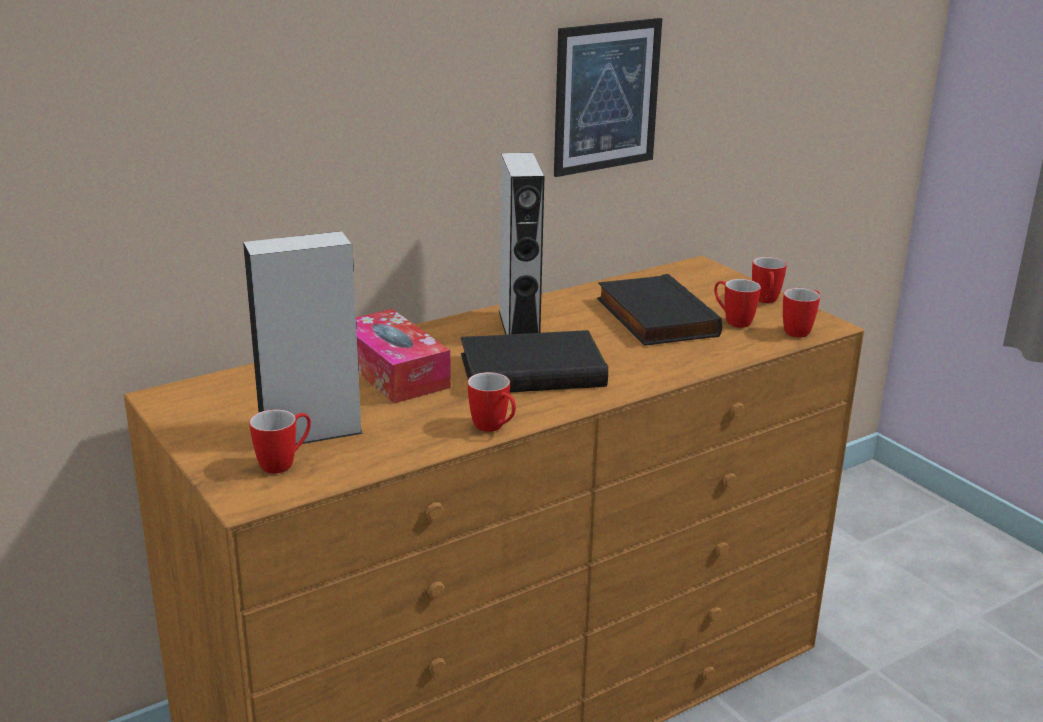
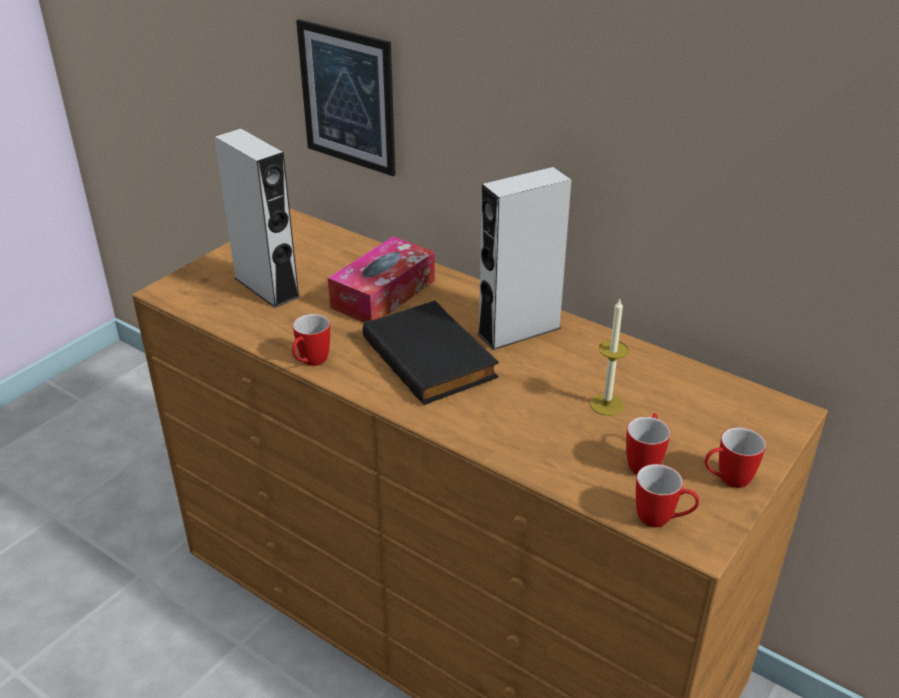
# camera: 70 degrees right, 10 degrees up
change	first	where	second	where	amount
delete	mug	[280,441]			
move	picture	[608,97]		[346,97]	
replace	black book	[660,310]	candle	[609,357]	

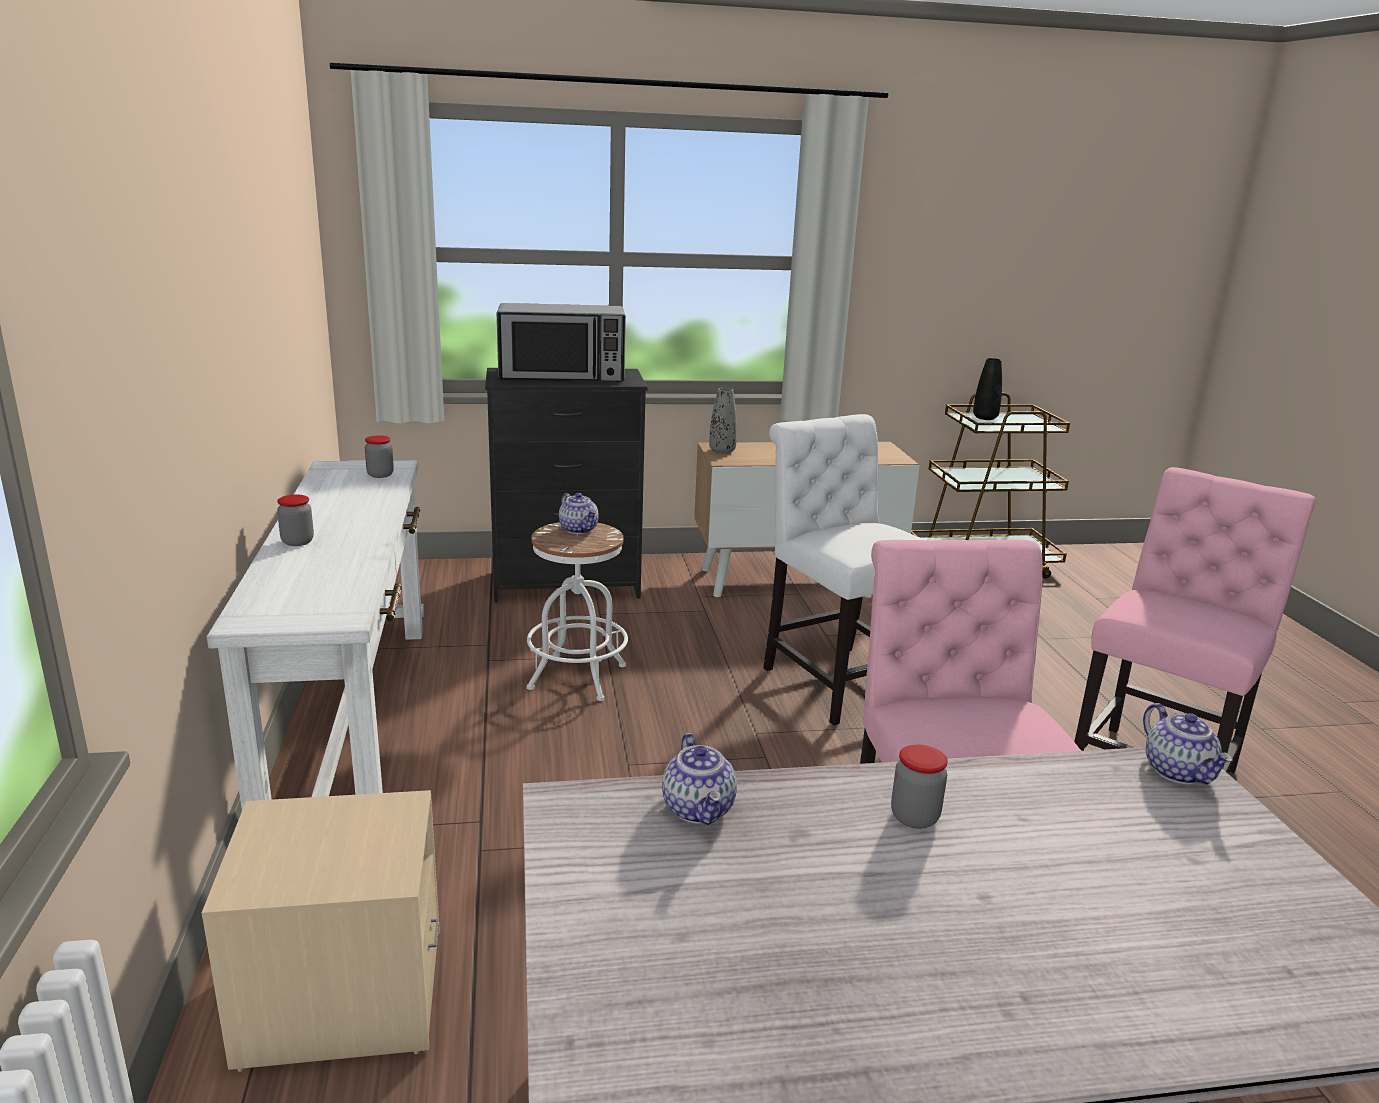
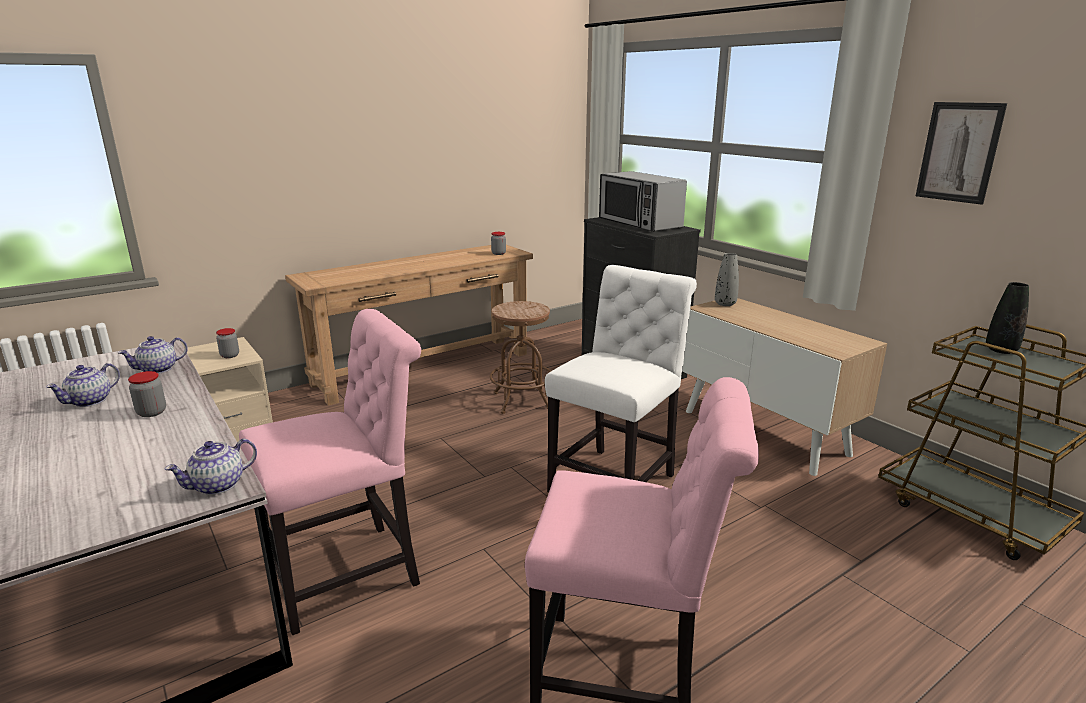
# camera: 65 degrees right, 0 degrees up
change	first	where	second	where	amount
recolor	white console table	[315,635]	brown console table	[409,325]	
move	jar	[295,520]		[227,343]	
recolor	white stool	[577,611]	brown stool	[520,357]	
move	teapot	[579,513]		[83,385]	
insert			picture	[961,153]	

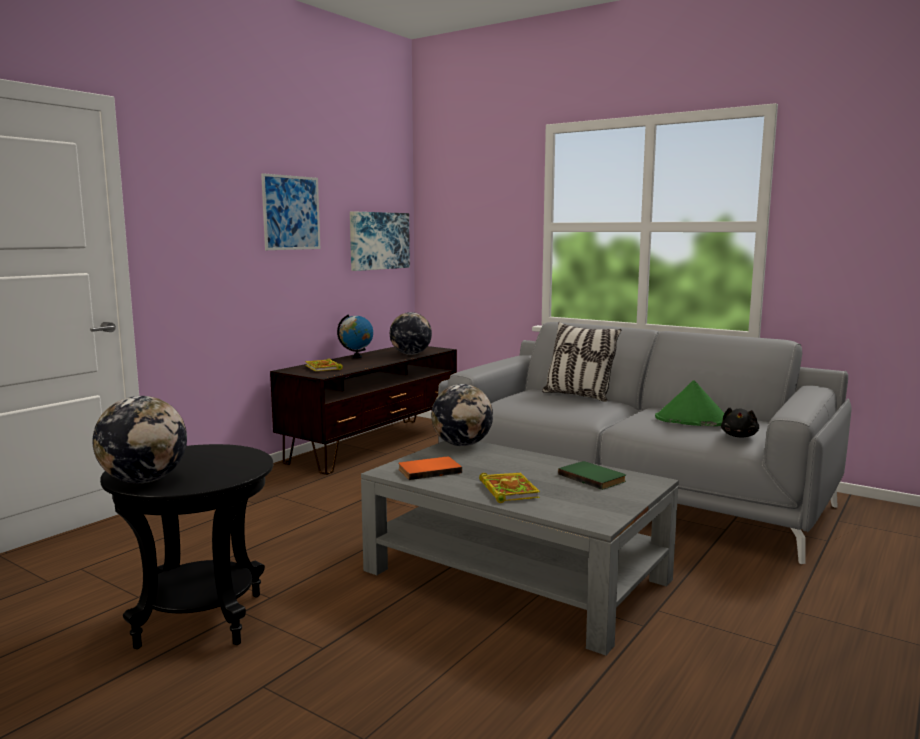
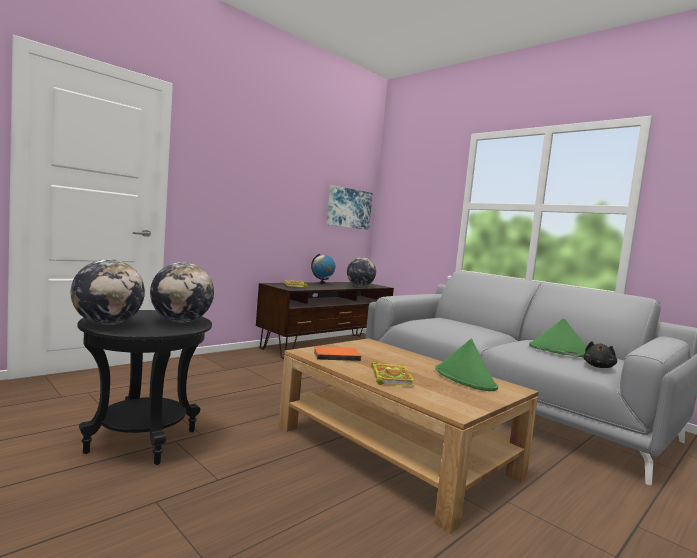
# camera: 10 degrees right, 5 degrees down
change	first	where	second	where	amount
delete	picture	[290,211]			
recolor	grey coffee table	[520,548]	brown coffee table	[409,436]	
move	globe	[462,415]		[182,292]	
delete	pillow	[582,362]			
replace	green book	[592,475]	green hat	[466,365]	

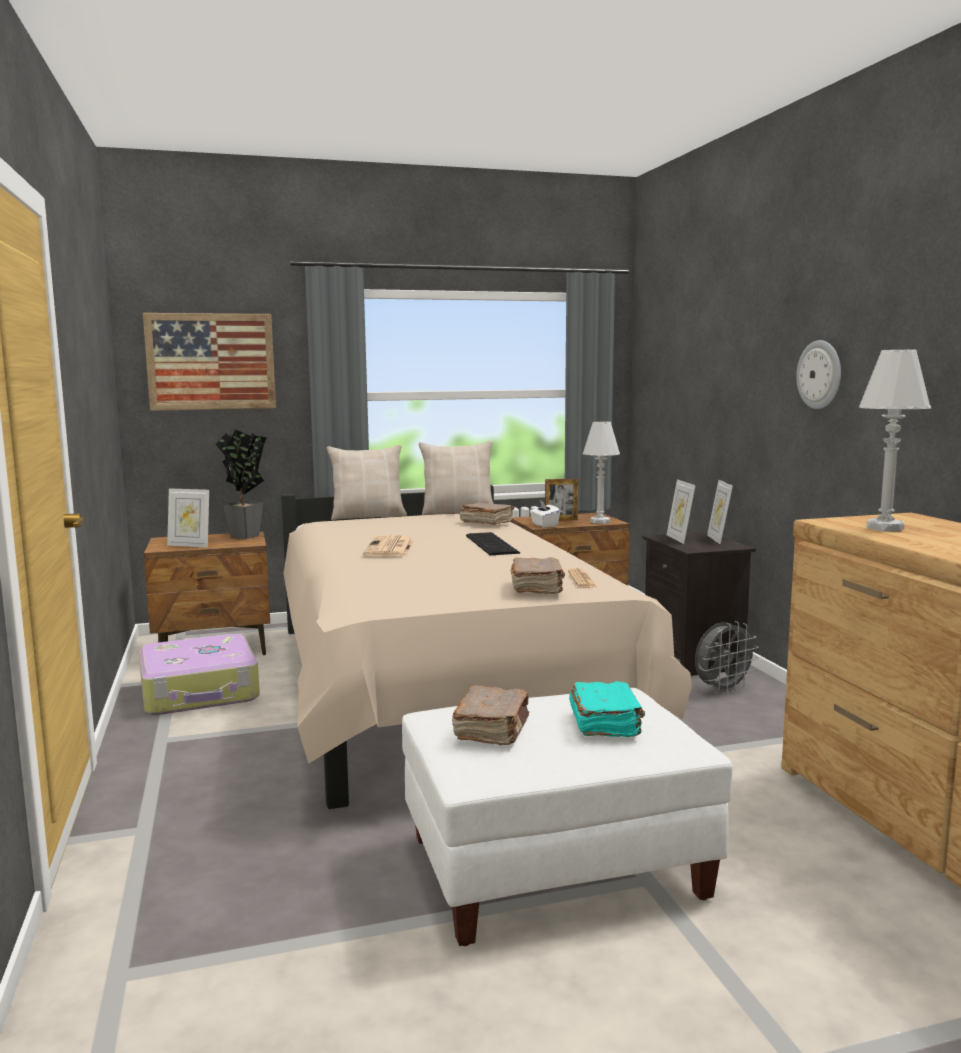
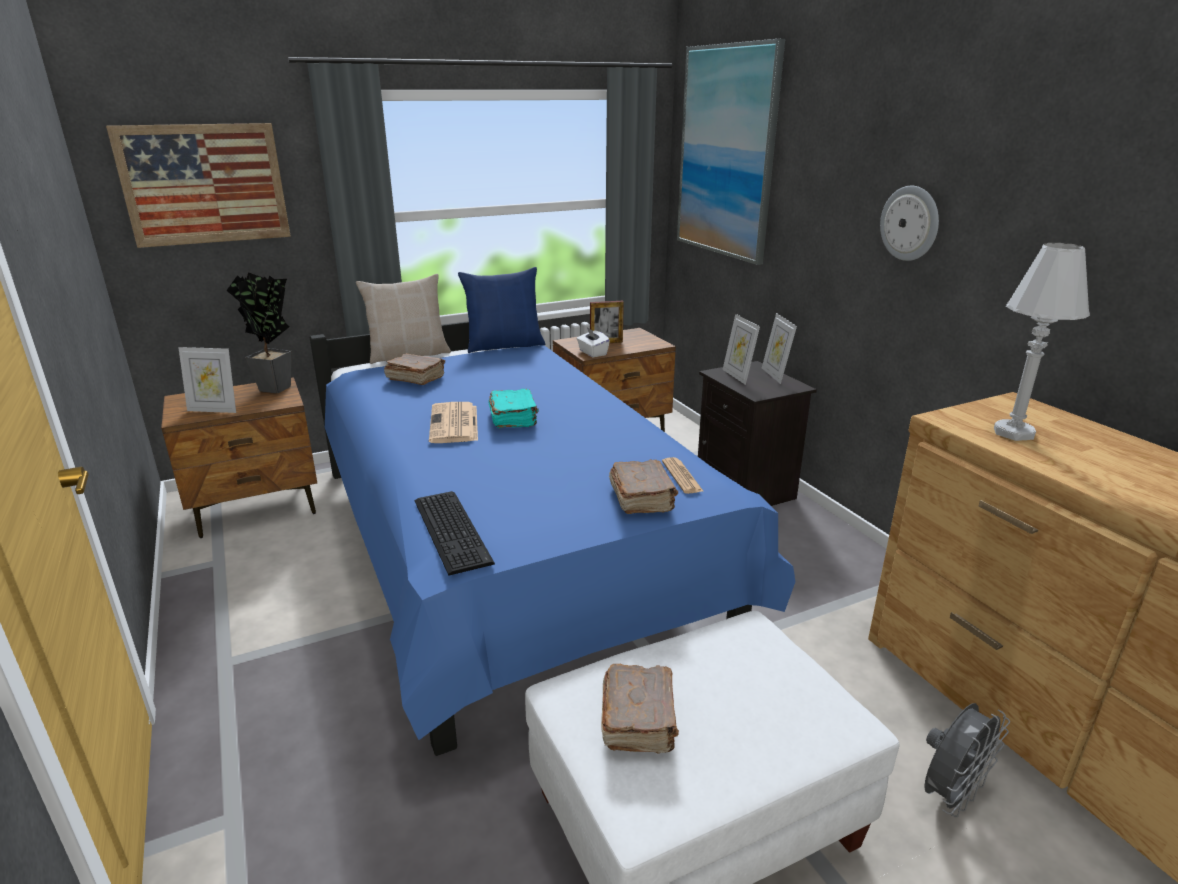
# camera: 10 degrees left, 15 degrees up
change	first	where	second	where	amount
delete	suitcase	[199,674]			
recolor	beige bed	[486,647]	blue bed	[552,538]	
recolor	beige pillow	[456,478]	blue pillow	[501,310]	
move	brown book	[487,513]		[414,369]	
move	keyboard	[493,543]		[455,533]	
move	turquoise book	[607,709]		[513,408]	
delete	white table lamp	[601,472]			
move	grey fan	[727,658]		[967,760]	
insert			picture	[731,152]	

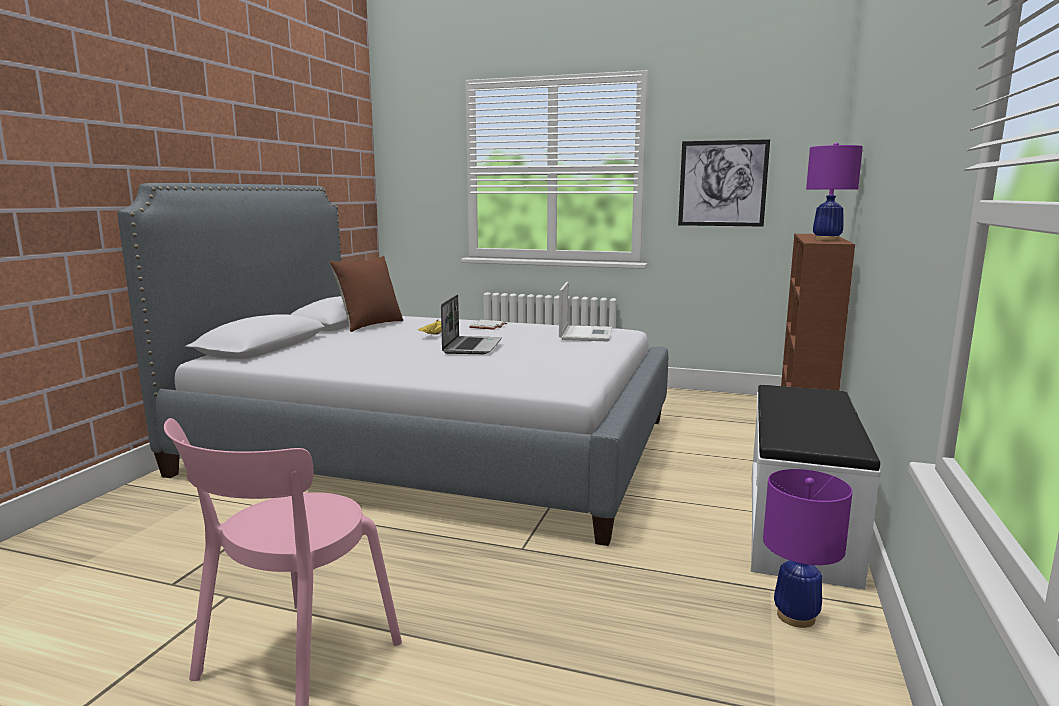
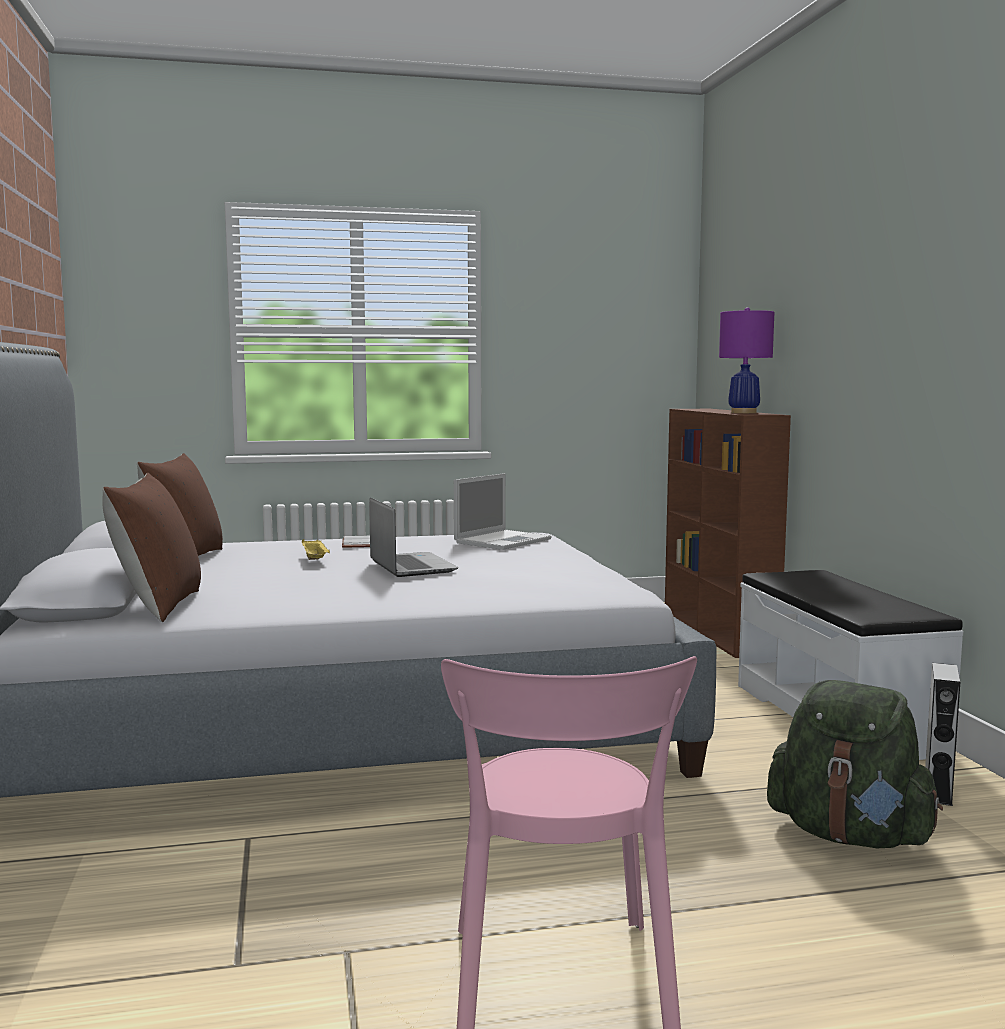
# camera: 30 degrees left, 5 degrees down
change	first	where	second	where	amount
rotate	laptop	[585,311]		[503,511]	60 degrees clockwise
delete	picture	[724,183]			
replace	purple table lamp	[808,548]	grey speaker	[942,734]	
insert			brown pillow	[151,547]	
insert			green backpack	[855,764]	

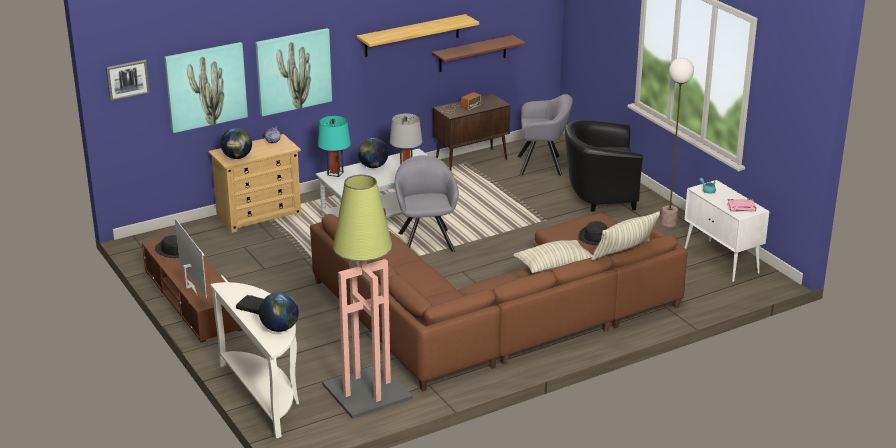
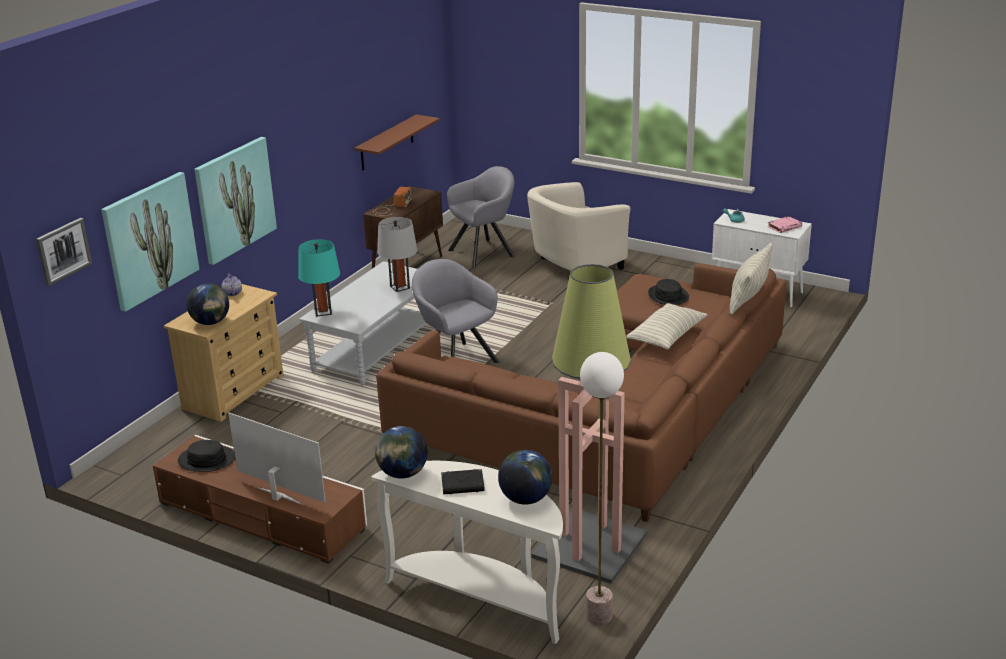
# camera: 30 degrees left, 0 degrees up
change	first	where	second	where	amount
delete	shelf	[418,35]			
move	globe	[373,153]		[401,452]	
recolor	black armchair	[604,166]	beige armchair	[578,226]	
move	floor lamp	[677,142]		[602,488]	

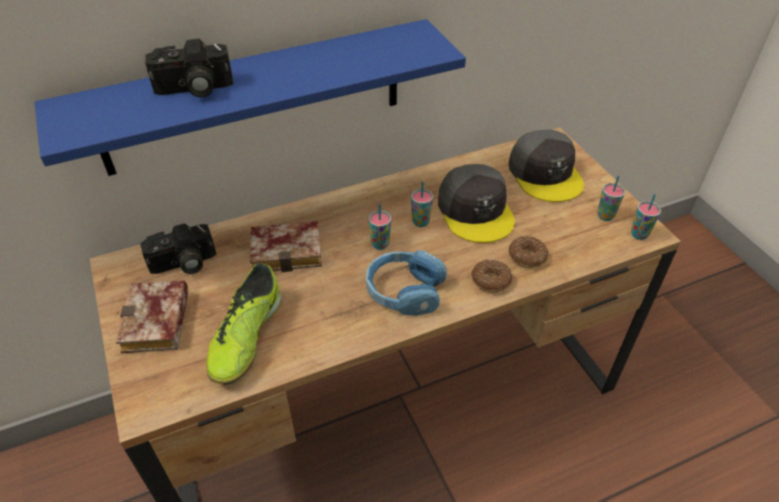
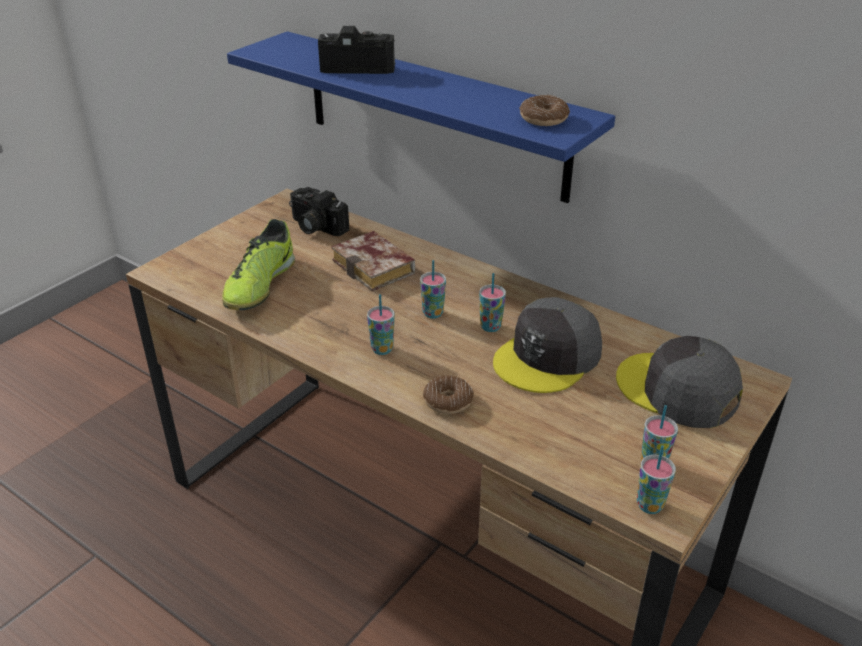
# camera: 60 degrees right, 10 degrees down
change	first	where	second	where	amount
delete	book	[152,316]			
rotate	photo camera	[189,68]		[356,50]	135 degrees clockwise
rotate	shoe	[244,324]		[258,264]	60 degrees counterclockwise
replace	blue headphones	[406,283]	cup	[381,324]	
rotate	grey cap	[546,166]		[679,382]	90 degrees clockwise
move	donut	[528,252]		[544,110]	

